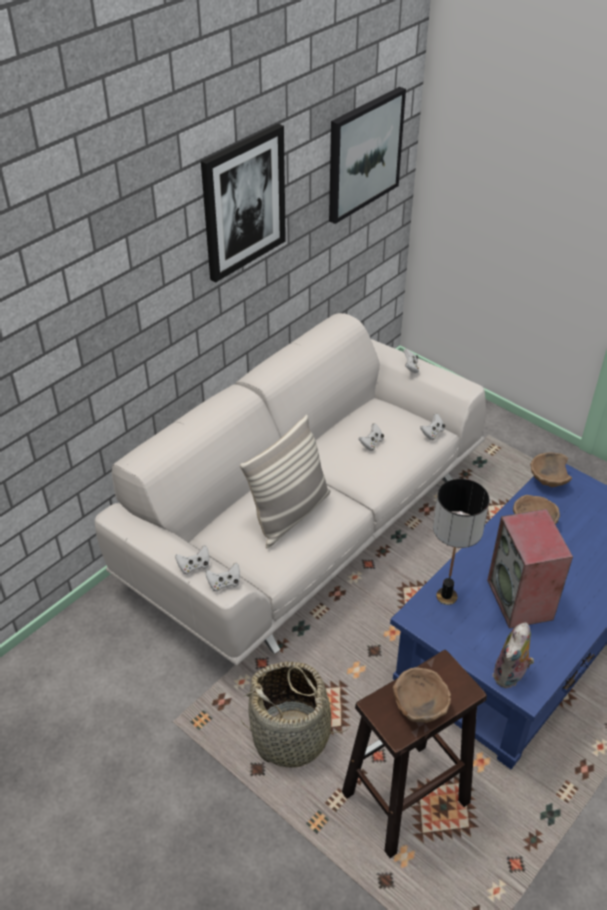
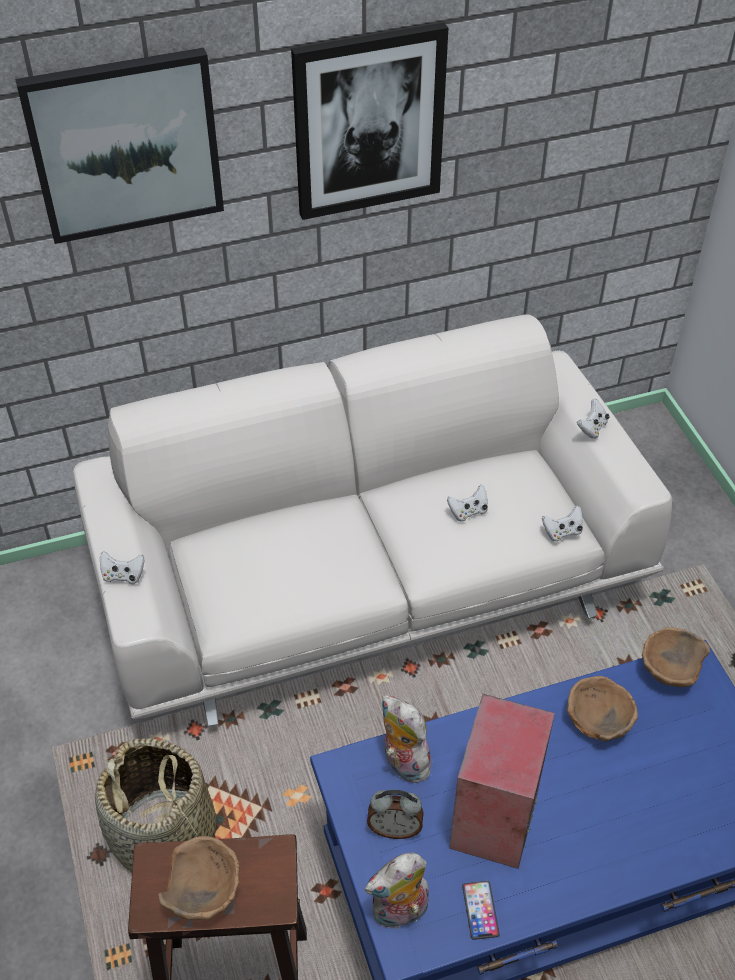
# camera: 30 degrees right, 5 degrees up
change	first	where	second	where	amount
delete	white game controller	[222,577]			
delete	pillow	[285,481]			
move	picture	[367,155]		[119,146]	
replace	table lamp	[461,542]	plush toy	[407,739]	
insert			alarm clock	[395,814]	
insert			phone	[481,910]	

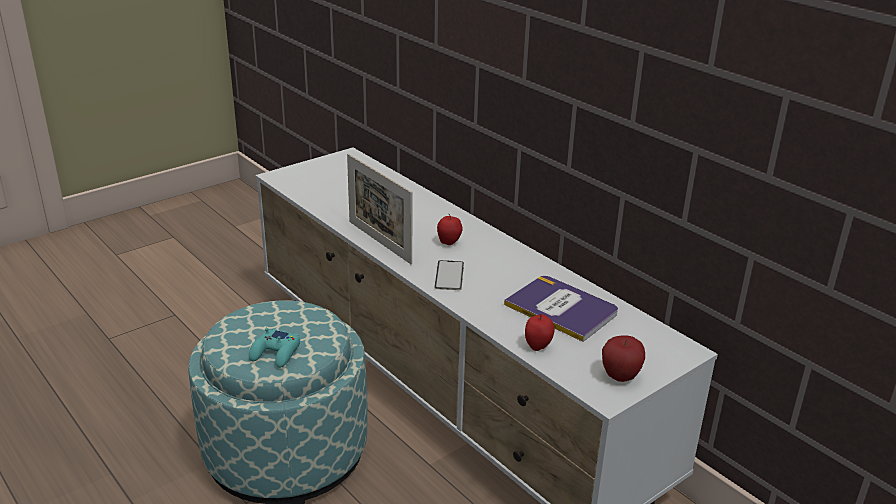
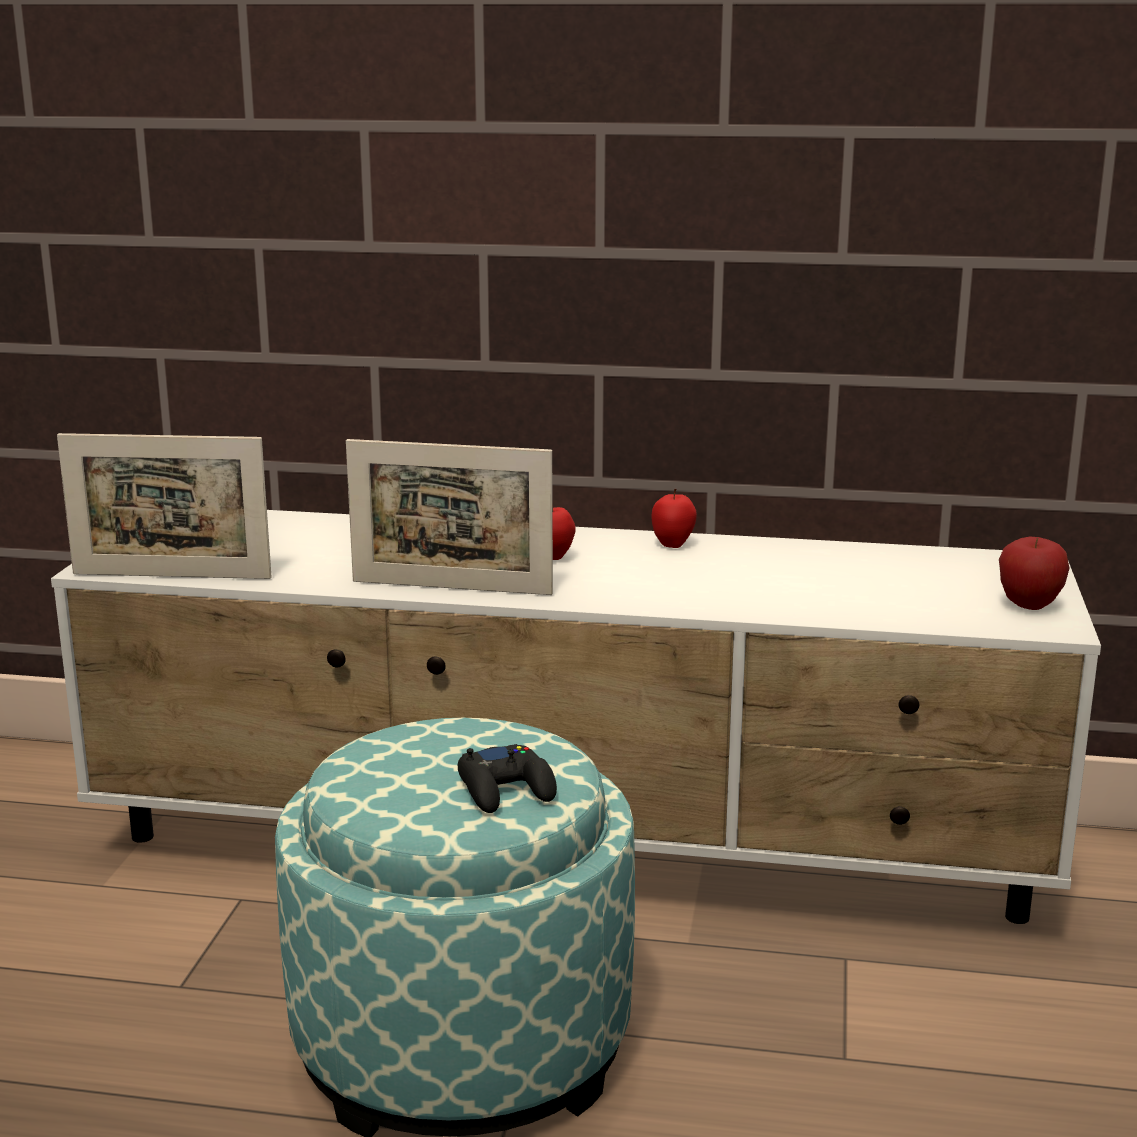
# camera: 40 degrees left, 10 degrees down
change	first	where	second	where	amount
recolor	turquoise game controller	[274,348]	black game controller	[507,778]	
delete	phone	[449,275]			
delete	book	[561,309]			
move	apple	[540,332]		[674,518]	
insert			picture frame	[164,506]	

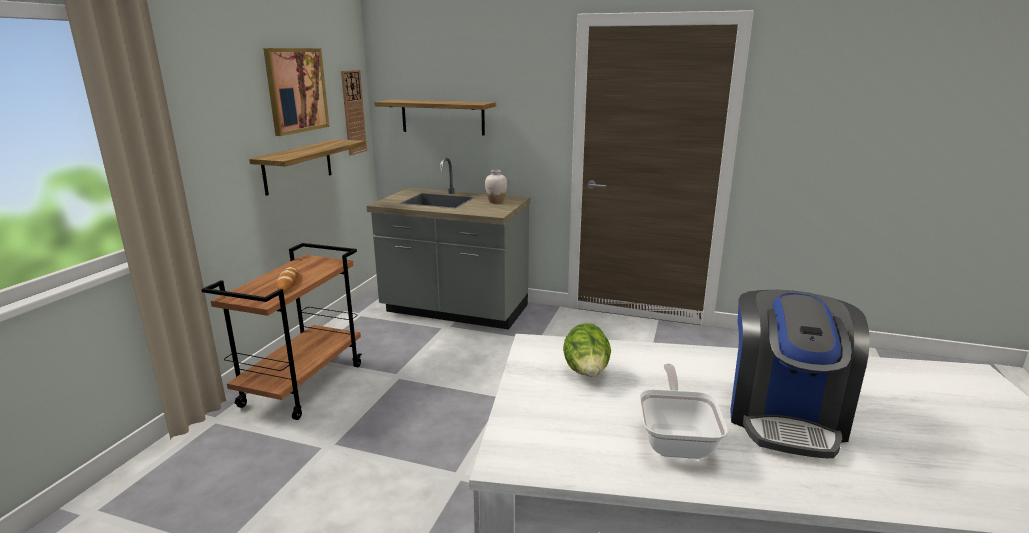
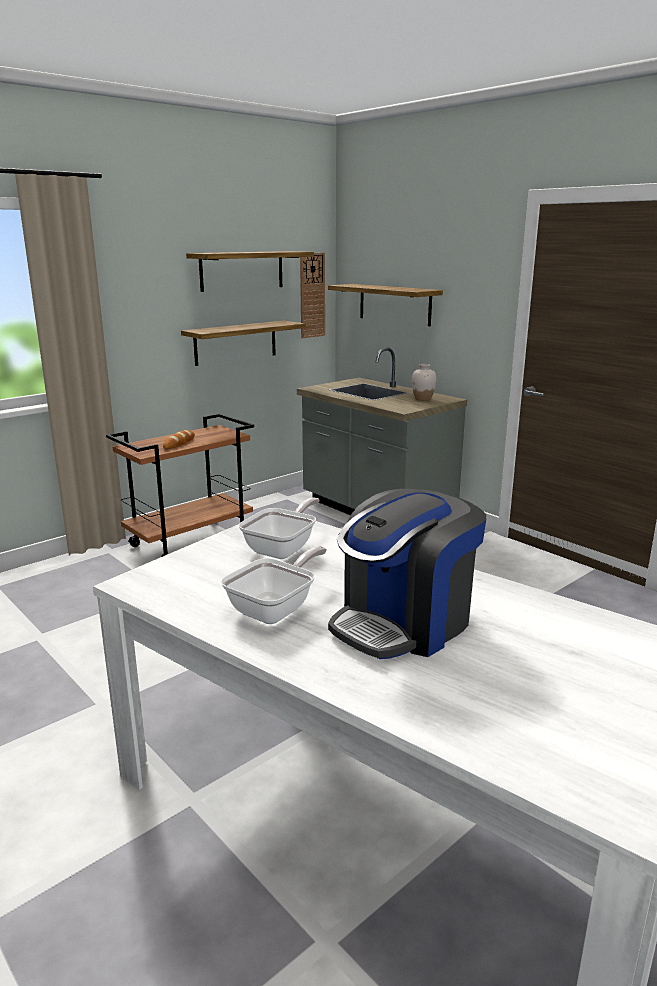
# camera: 30 degrees right, 0 degrees up
change	first	where	second	where	amount
replace	picture	[296,92]	shelf	[250,271]	
replace	lettuce	[587,350]	frying pan	[279,528]	

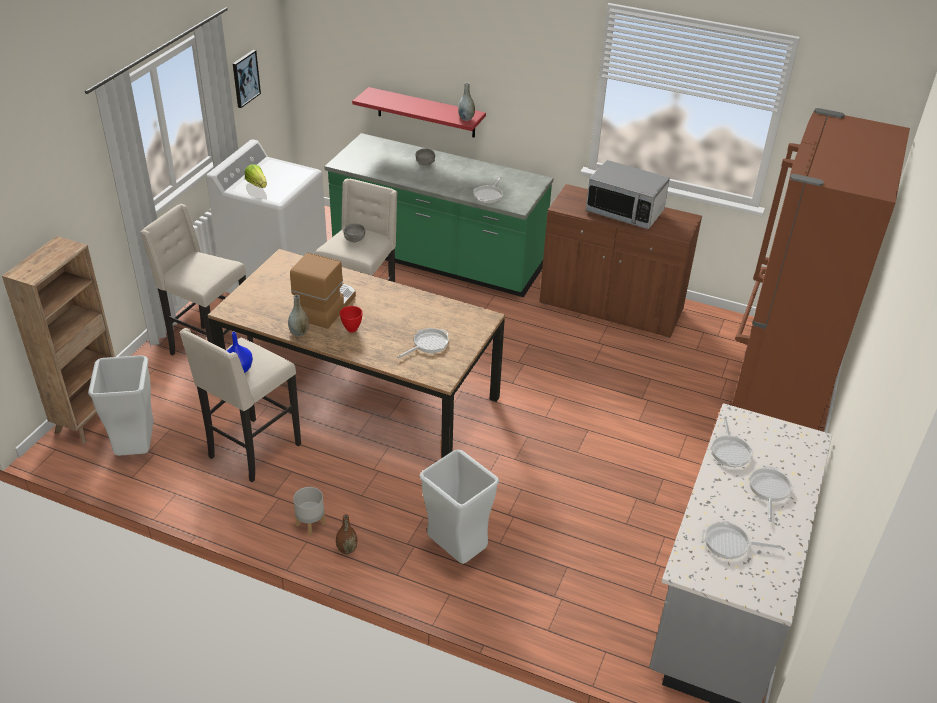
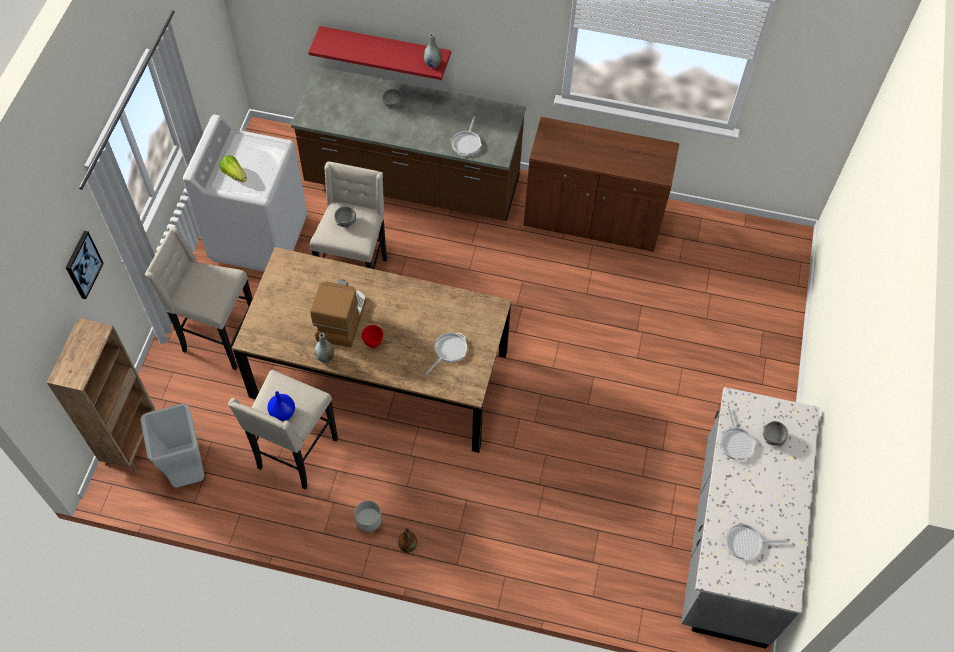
# camera: 10 degrees left, 20 degrees up
change	first	where	second	where	amount
move	picture	[247,79]		[84,265]	
recolor	green counter	[438,215]	brown counter	[408,143]	
delete	grey trash can	[459,506]			
delete	microwave	[628,194]			
delete	brown fridge	[819,269]			
delete	frying pan	[770,494]			
insert			grey bowl	[775,433]	

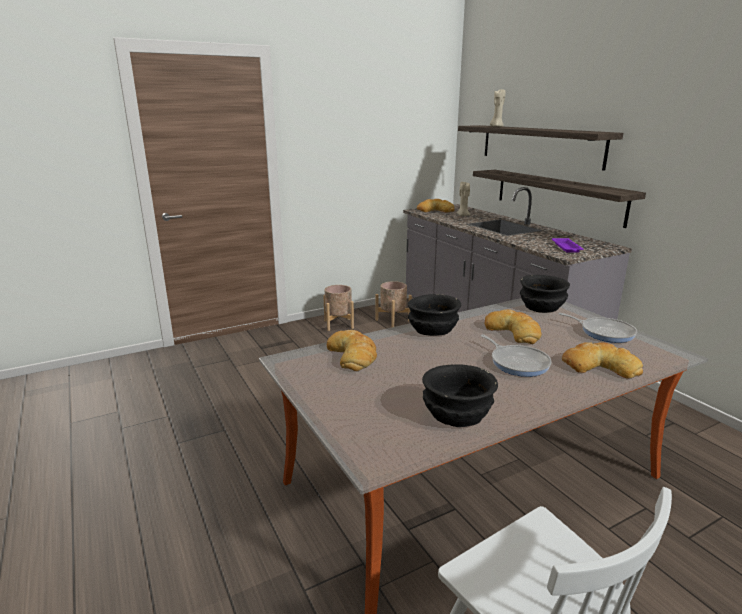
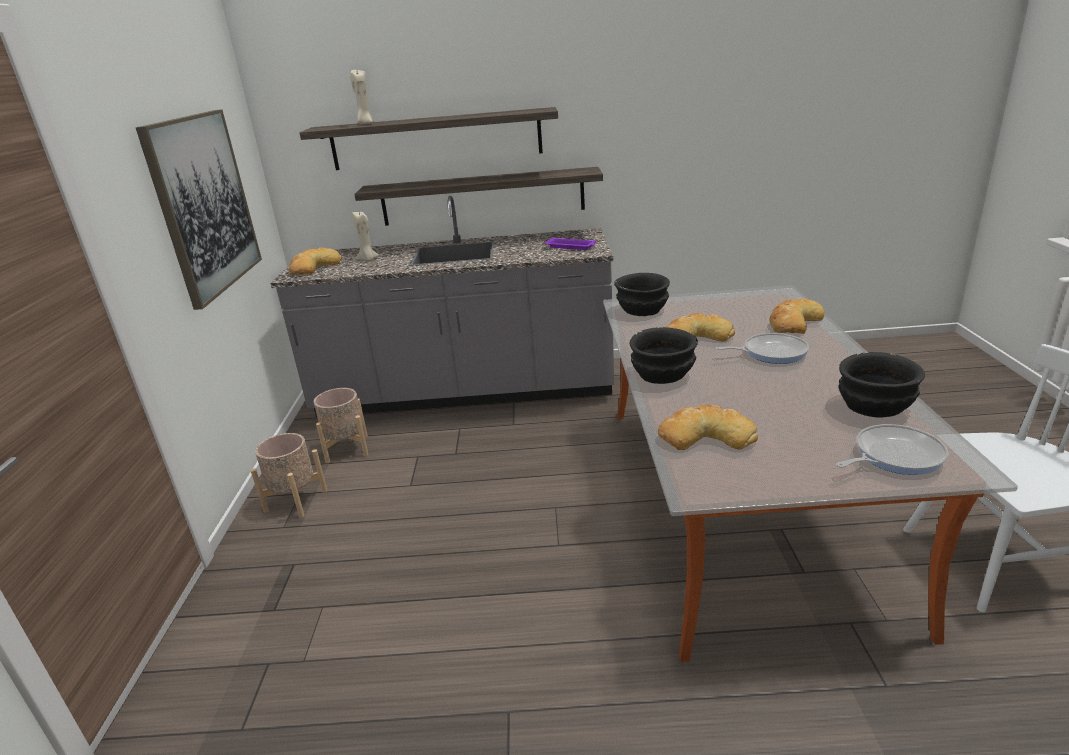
# camera: 60 degrees left, 5 degrees up
change	first	where	second	where	amount
move	frying pan	[597,328]		[892,449]	
insert			picture	[199,209]	

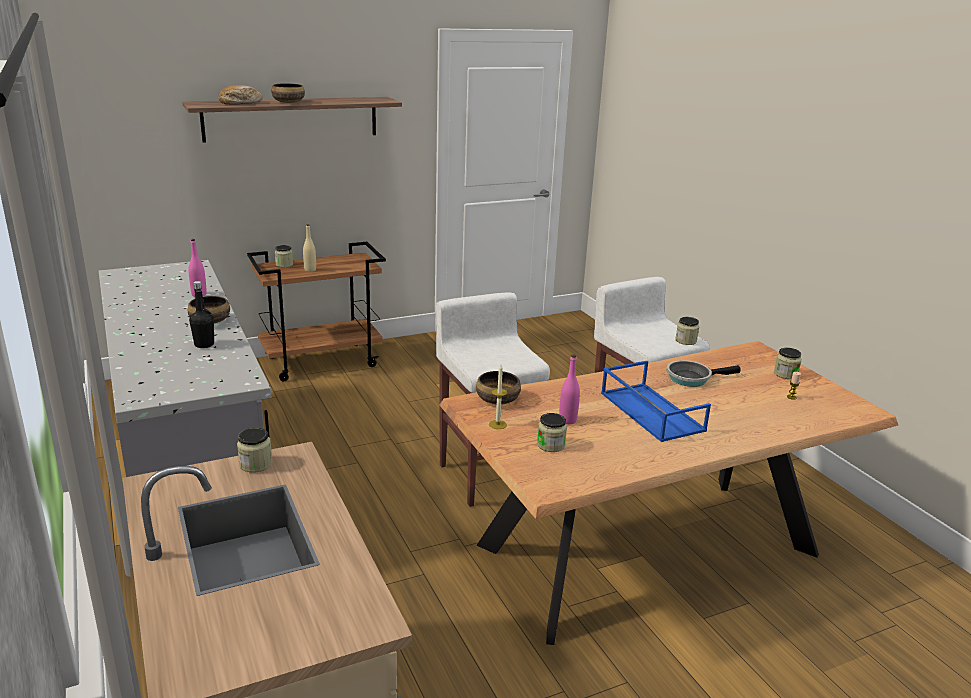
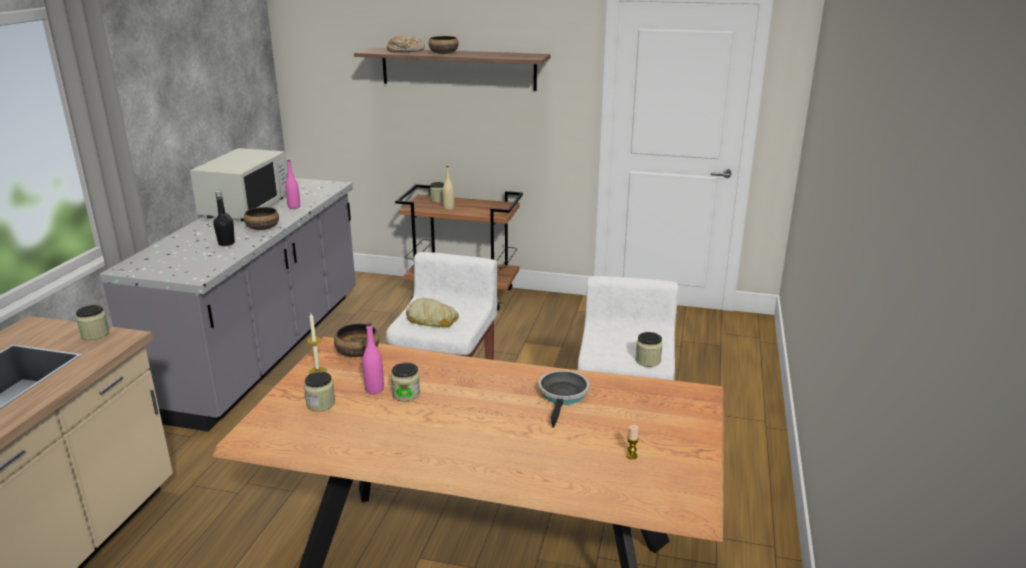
# camera: 40 degrees right, 0 degrees up
change	first	where	second	where	amount
delete	blue tray	[656,401]			
rotate	frying pan	[704,373]		[564,399]	75 degrees clockwise
move	jar	[788,363]		[405,382]	
insert			white microwave	[239,185]	
insert			bread	[432,312]	

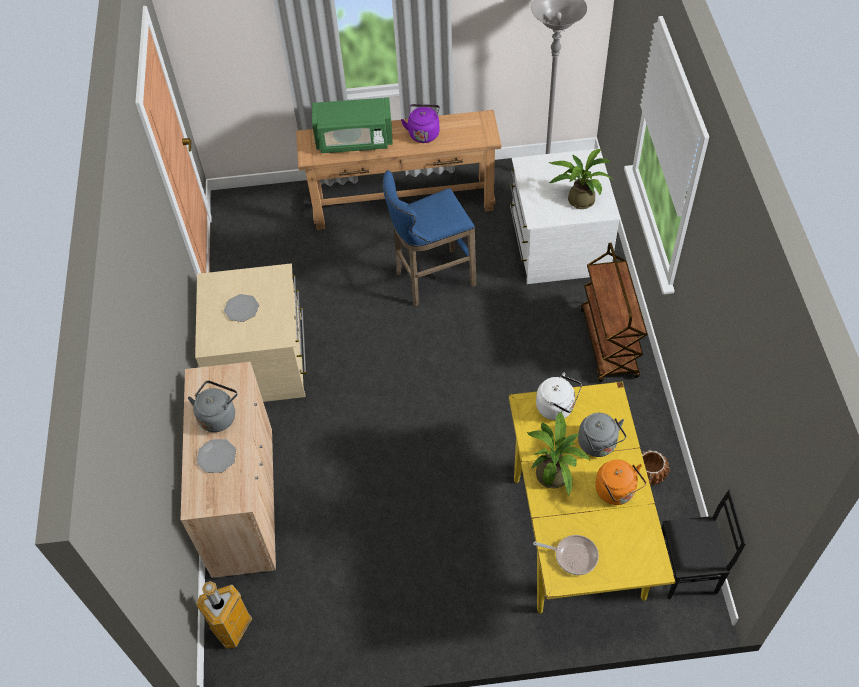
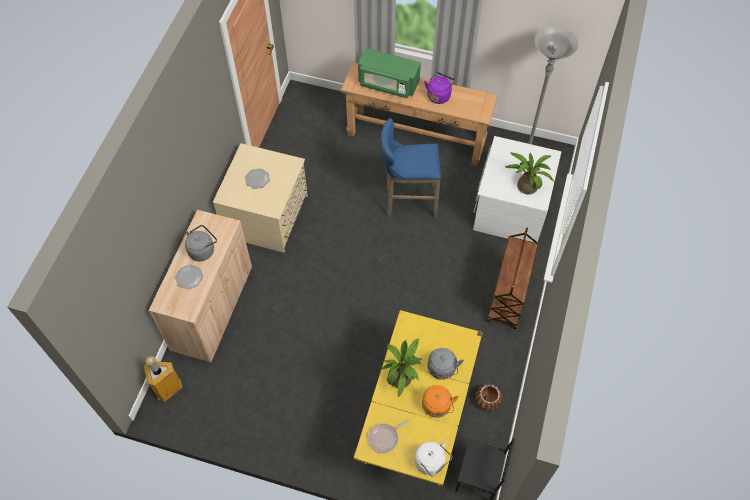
# camera: 20 degrees right, 5 degrees up
change	first	where	second	where	amount
rotate	frying pan	[566,555]		[388,436]	105 degrees clockwise
move	white kettle	[559,396]		[433,459]	

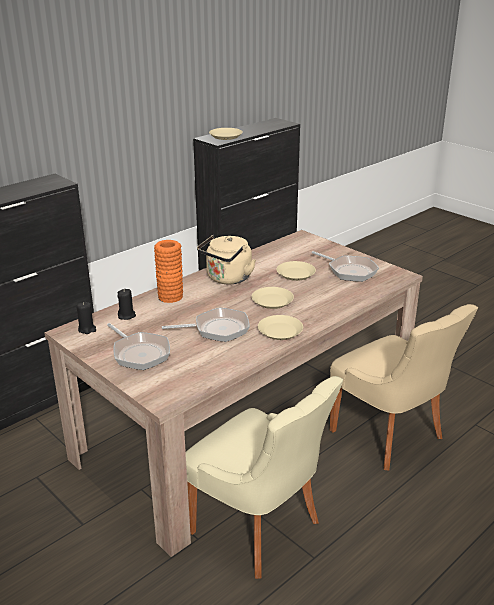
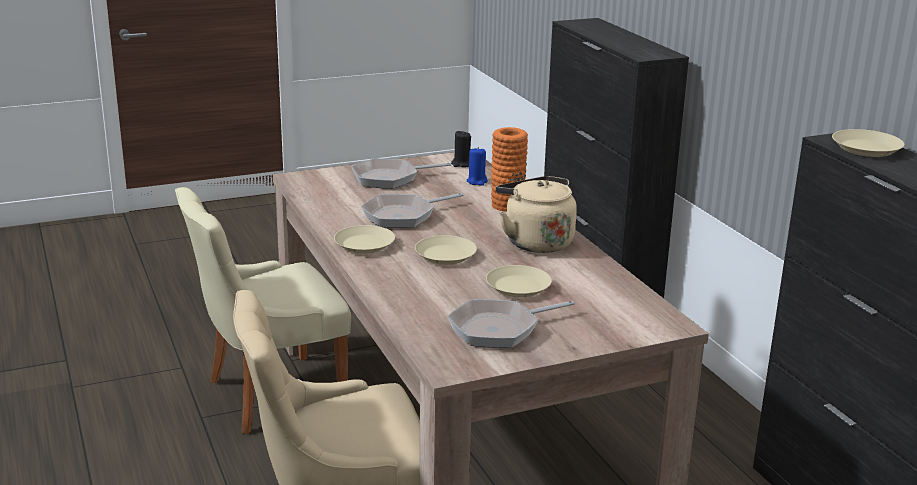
# camera: 110 degrees right, 5 degrees down
change	first	where	second	where	amount
recolor	black candle	[126,304]	blue candle	[477,166]	
rotate	frying pan	[206,324]		[412,210]	45 degrees clockwise

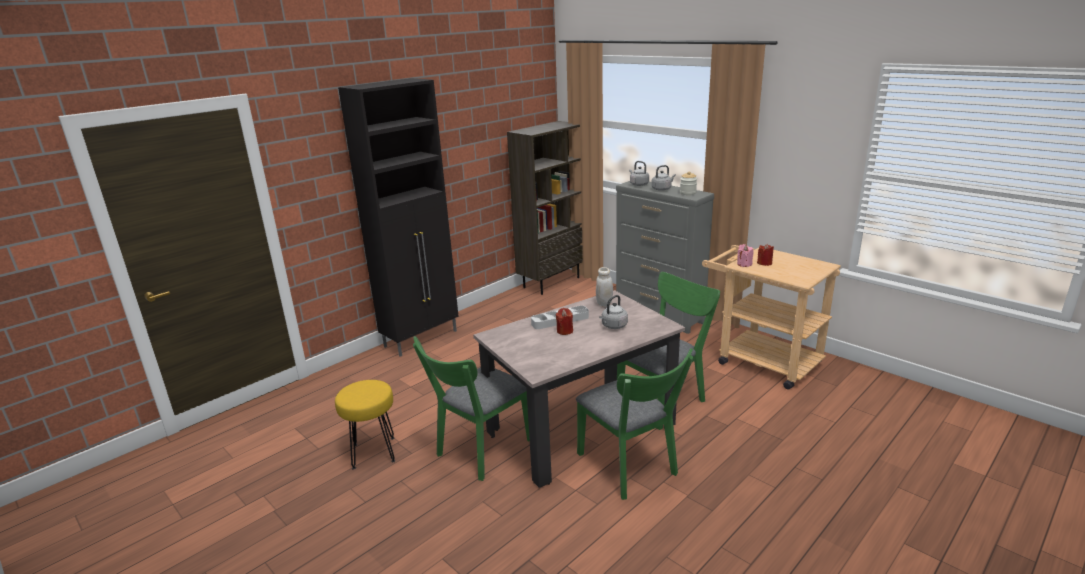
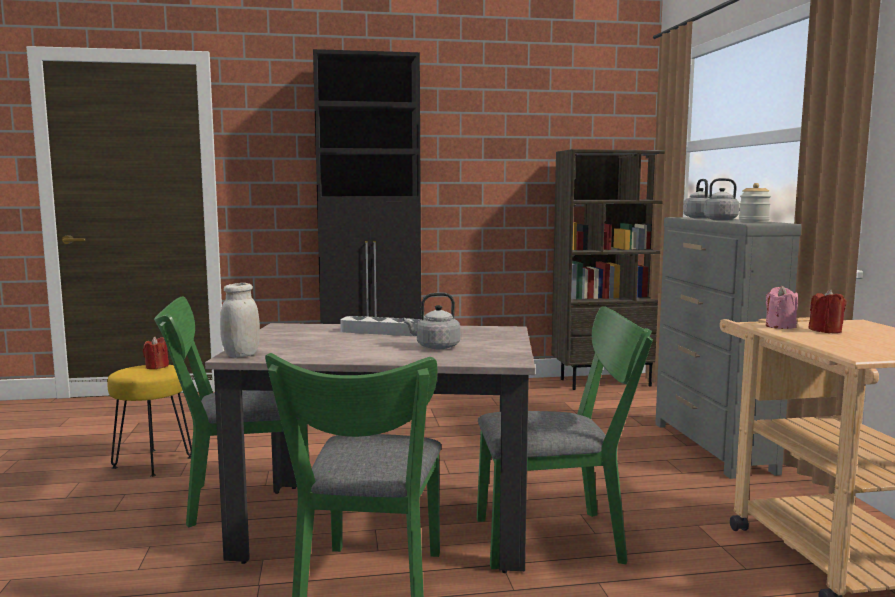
# camera: 35 degrees right, 15 degrees down
change	first	where	second	where	amount
move	red candle	[564,321]		[156,352]	
move	white jar	[604,286]		[240,320]	

